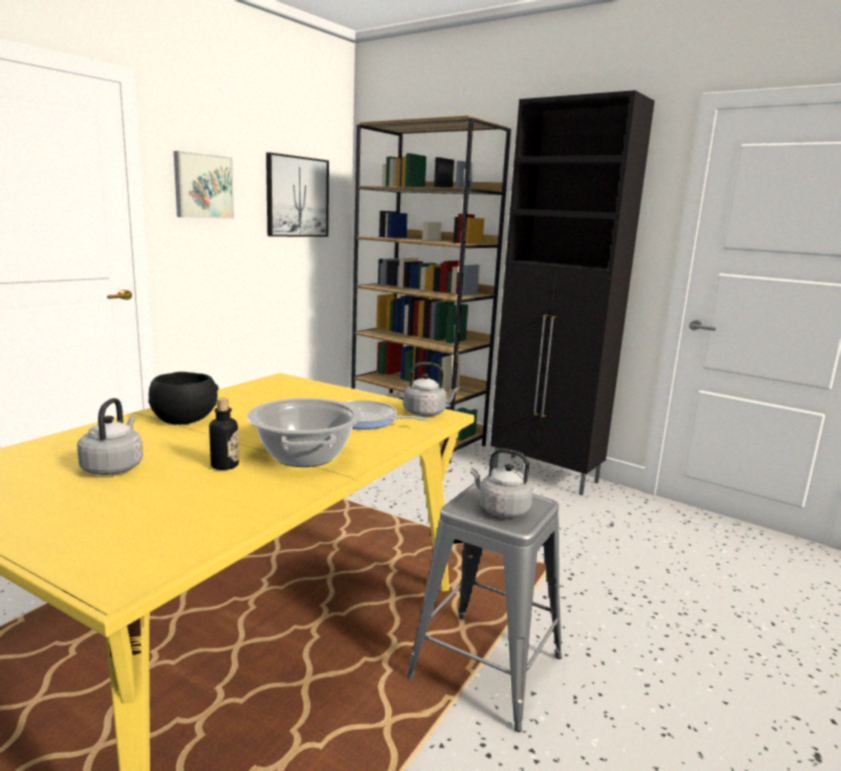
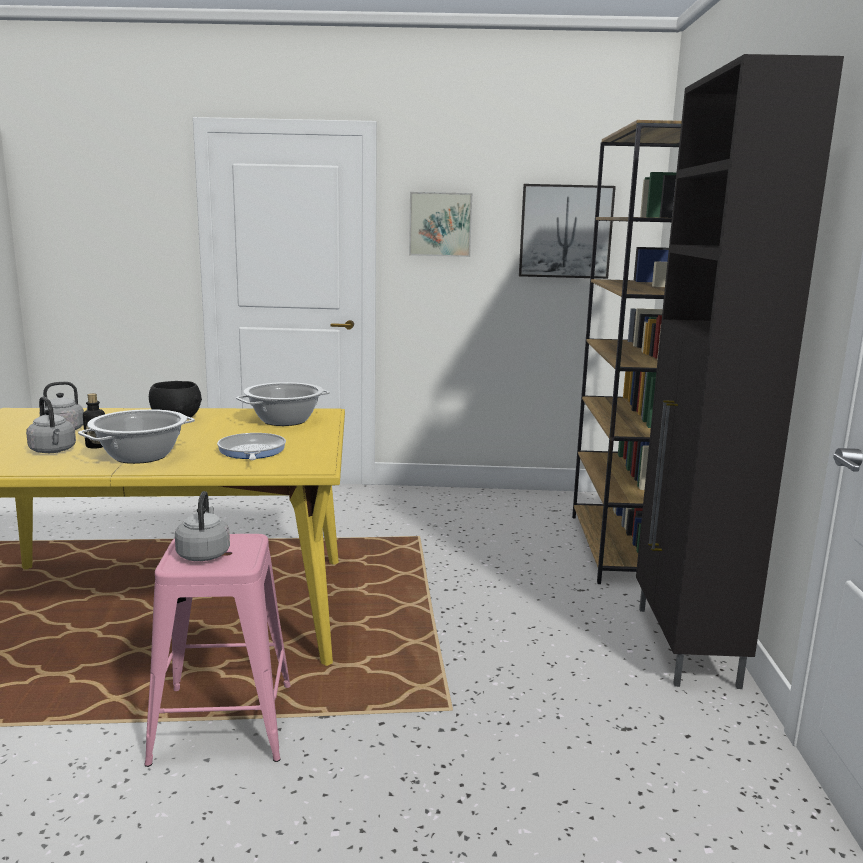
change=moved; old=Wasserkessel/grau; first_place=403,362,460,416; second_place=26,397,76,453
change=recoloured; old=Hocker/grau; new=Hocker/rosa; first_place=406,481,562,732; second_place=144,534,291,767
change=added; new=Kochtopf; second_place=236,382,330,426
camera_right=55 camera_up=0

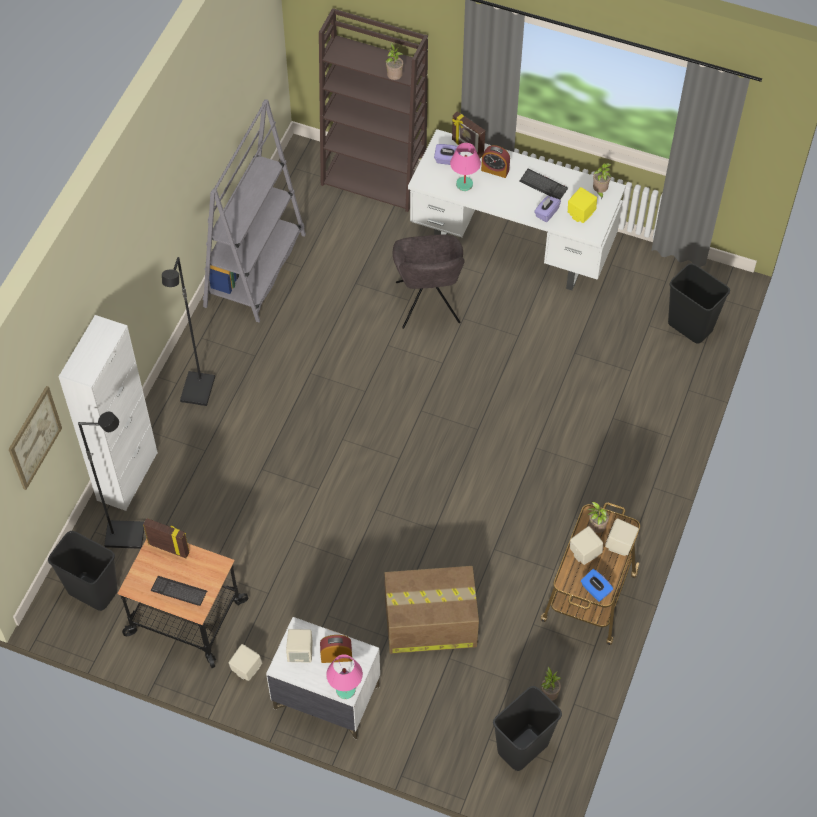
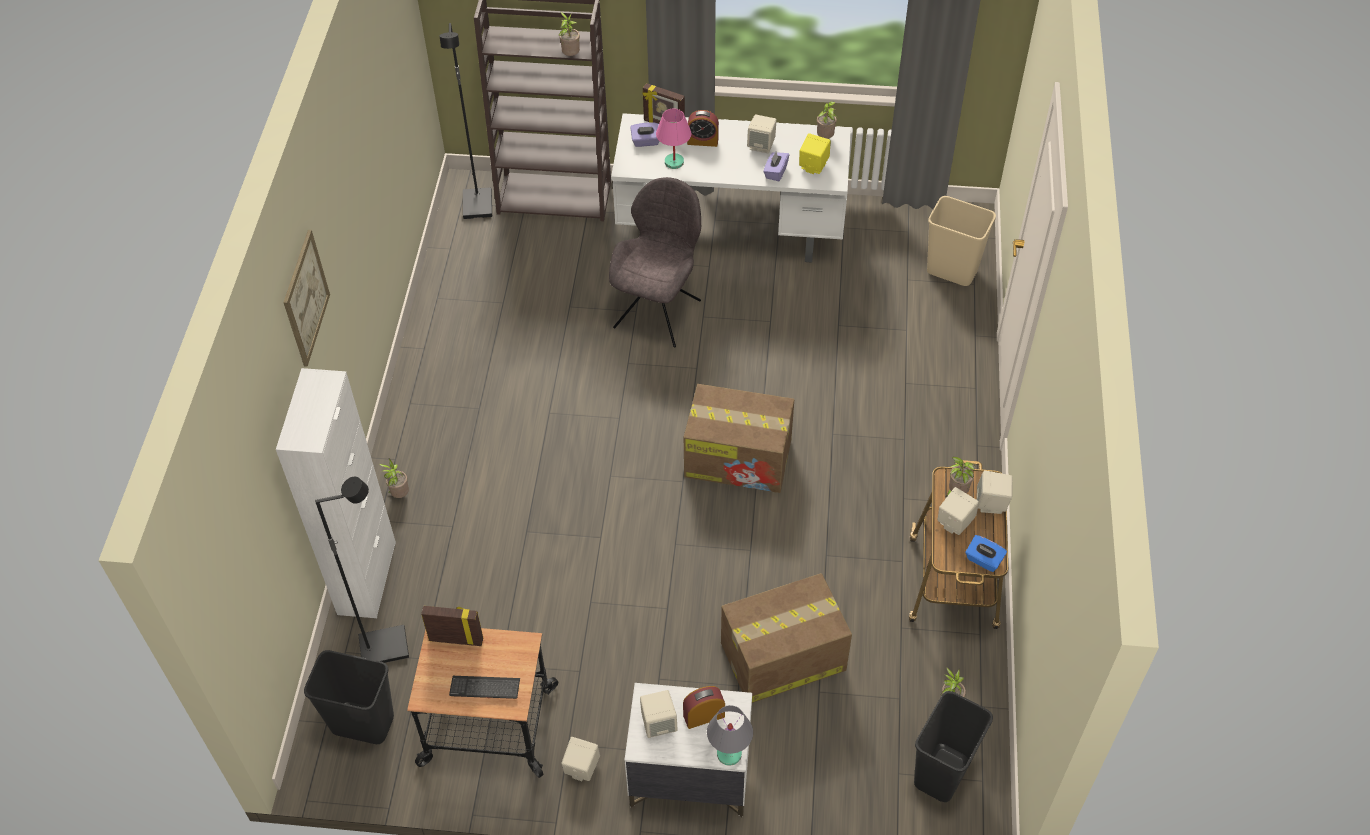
change=moved; old=Bild; first_place=9,386,62,490; second_place=283,230,330,367
change=moved; old=Stehlampe/schwarz; first_place=162,257,215,406; second_place=440,23,492,219
change=removed; old=Bücherregal/grau; first_place=203,99,306,322
change=recoloured; old=Tischlampe/rosa; new=Tischlampe/grau; first_place=326,654,363,699; second_place=707,705,753,766
change=turned; old=Stuhl/grau; first_place=393,235,465,329; second_place=609,177,701,347; degrees=-135
change=replaced; old=Tastatur; new=Lautsprecher/beige; first_place=519,169,568,199; second_place=747,115,777,154
change=recoloured; old=Mülleimer/schwarz; new=Mülleimer/beige; first_place=668,263,730,344; second_place=927,196,996,286
change=added; new=Topfpflanze; second_place=379,459,409,498
change=added; new=Karton; second_place=684,384,794,493
camera_right=-15 camera_up=-5

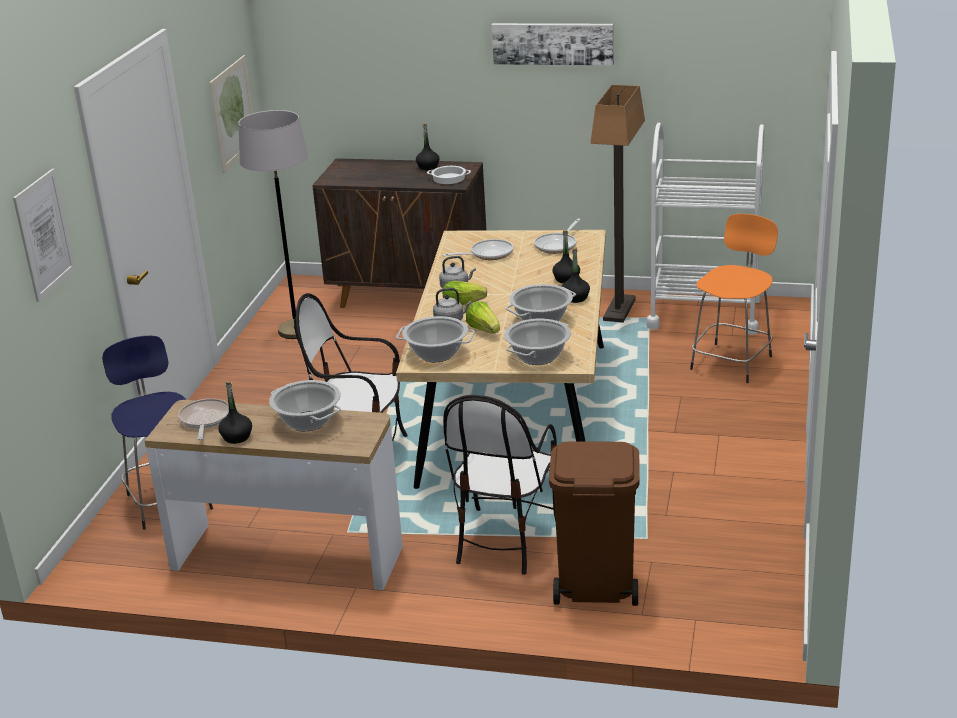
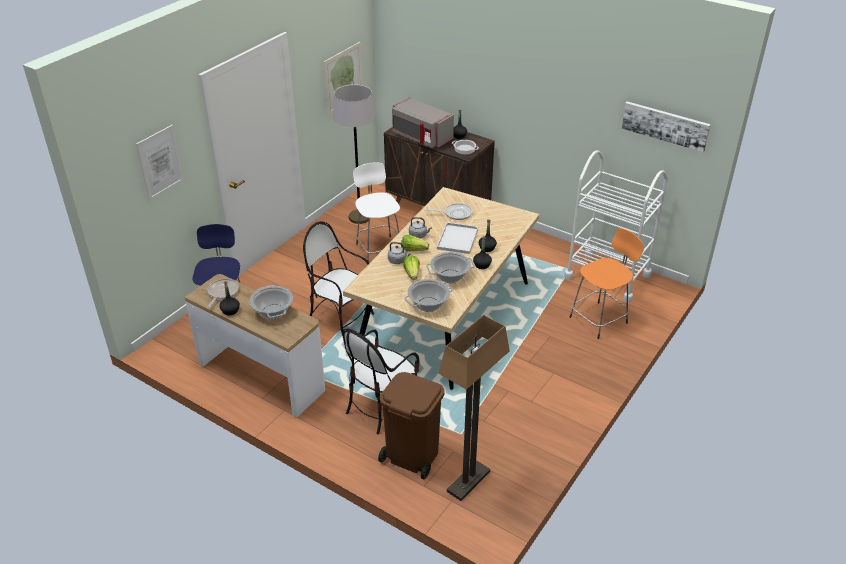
change=removed; old=Kochtopf; first_place=396,316,475,362
change=moved; old=Bild; first_place=492,23,614,66; second_place=622,101,711,152
change=removed; old=Pfanne; first_place=534,219,581,254
change=moved; old=Stehlampe; first_place=590,85,645,323; second_place=439,315,510,501
change=added; new=Hocker/weiß; second_place=353,162,400,262
change=added; new=Mikrowelle/grau; second_place=392,97,454,148
change=added; new=Tablett/weiß; second_place=437,222,478,254
camera_right=20 camera_up=10

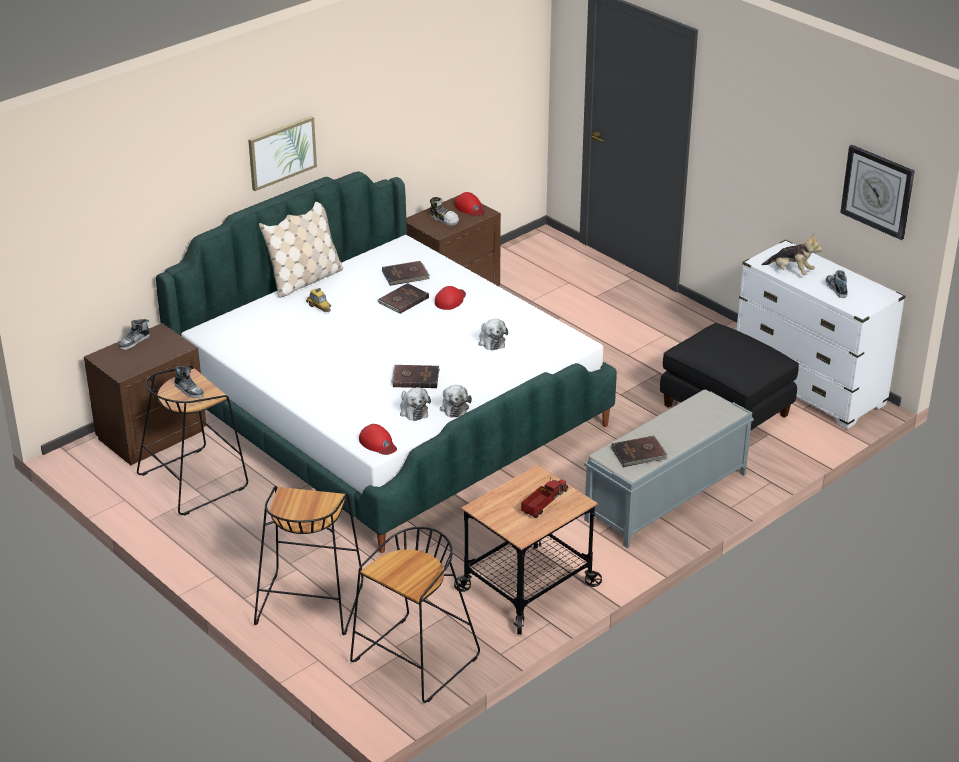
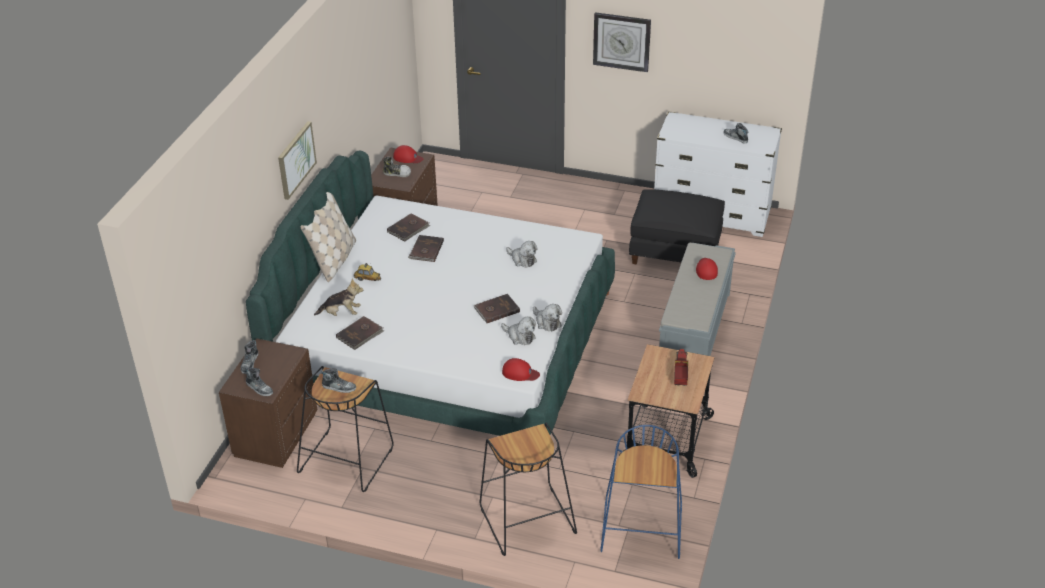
change=recoloured; old=Hocker/schwarz; new=Hocker/blau; first_place=350,527,480,703; second_place=600,425,682,559
change=moved; old=Kappe/rot; first_place=435,286,466,310; second_place=696,258,718,280
change=moved; old=Buch/braun; first_place=611,436,668,467; second_place=336,316,384,350
change=moved; old=Plüschtier; first_place=762,233,822,275; second_place=314,279,363,316
change=moved; old=Wanduhr; first_place=840,145,914,240; second_place=593,12,651,72
change=added; new=Schuh; second_place=245,368,273,396
camera_right=-30 camera_up=5

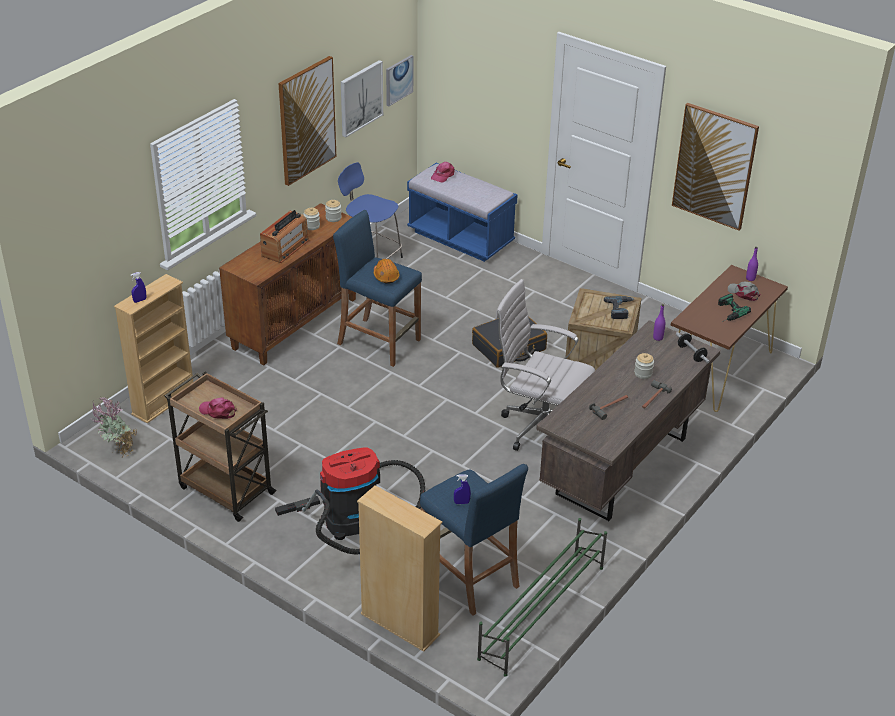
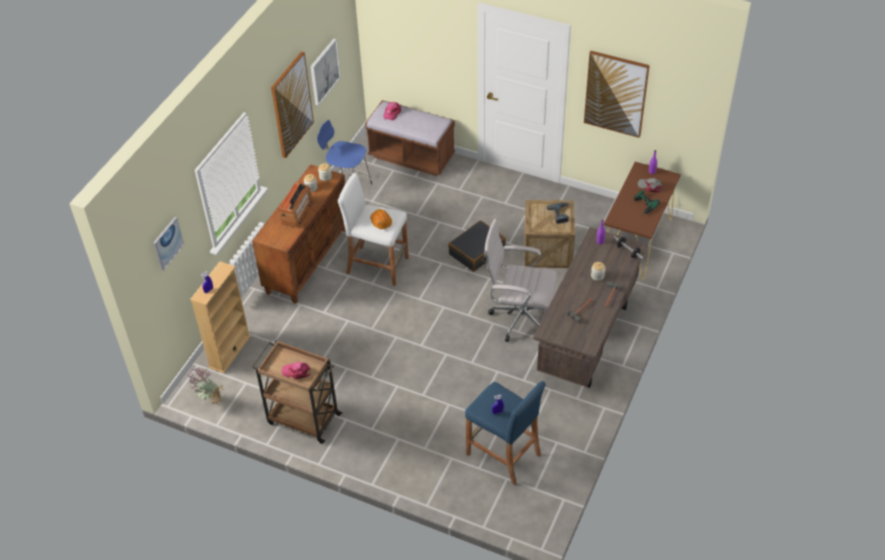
change=removed; old=Staubsauger; first_place=275,448,425,554
change=recoloured; old=Hocker/blau; new=Hocker/weiß; first_place=333,210,422,367; second_place=338,173,409,286
change=removed; old=Bücherregal/beige; first_place=357,485,443,652
change=moved; old=Bild; first_place=386,55,413,106; second_place=153,217,184,271
change=recoloured; old=Bank/blau; new=Bank/braun; first_place=407,163,518,262; second_place=365,100,455,176
change=removed; old=Schuhregal/grün; first_place=477,518,607,677
camera_right=-10 camera_up=10

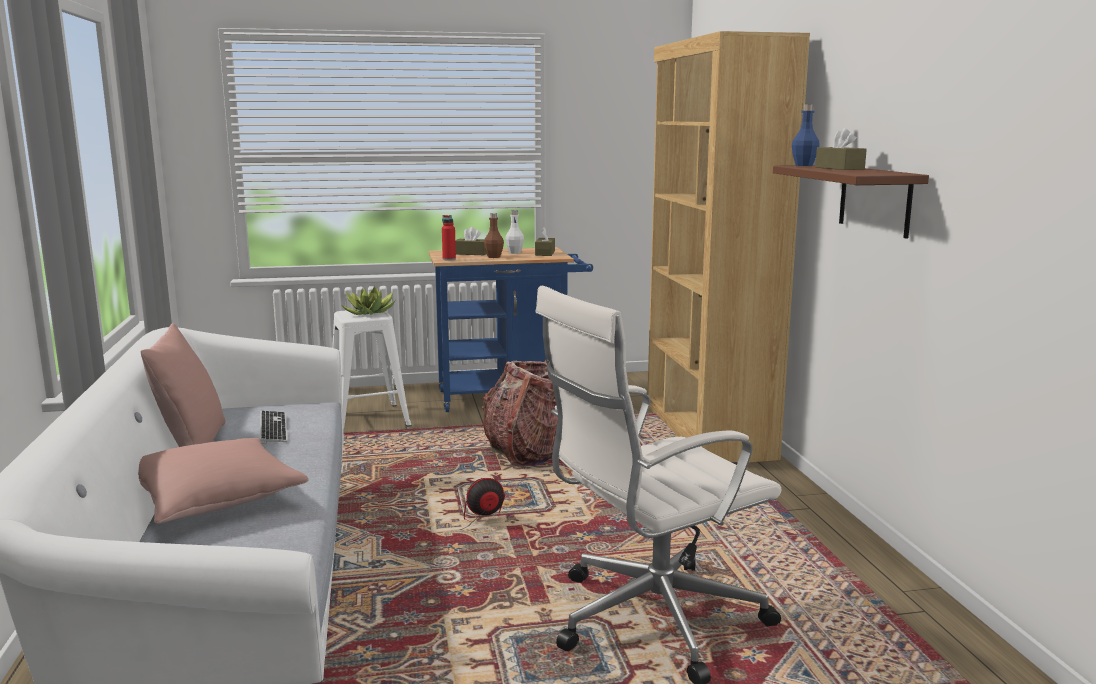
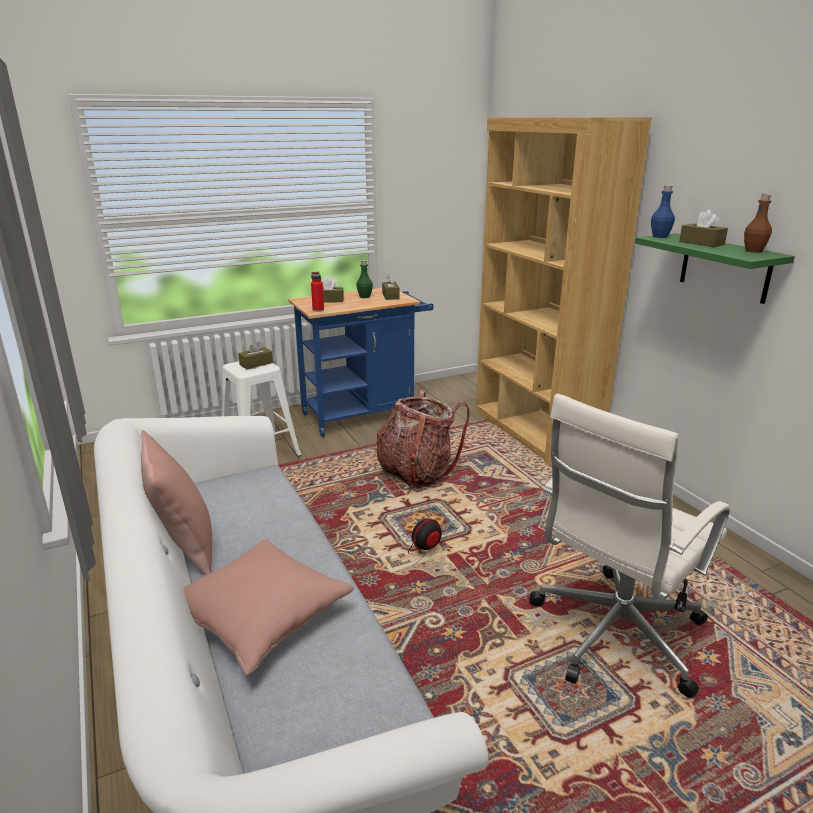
change=removed; old=Tastatur; first_place=259,411,288,444
change=replaced; old=Topfpflanze; new=Taschentuchbox/braun; first_place=341,286,396,315; second_place=238,340,273,369
change=moved; old=Flasche/braun; first_place=484,213,504,258; second_place=744,194,772,253
change=recoloured; old=Flasche/weiß; new=Flasche/grün; first_place=505,210,524,254; second_place=356,260,373,298
change=recoloured; old=Wandregal/braun; new=Wandregal/grün; first_place=773,165,929,239; second_place=634,233,795,304
camera_right=-15 camera_up=10

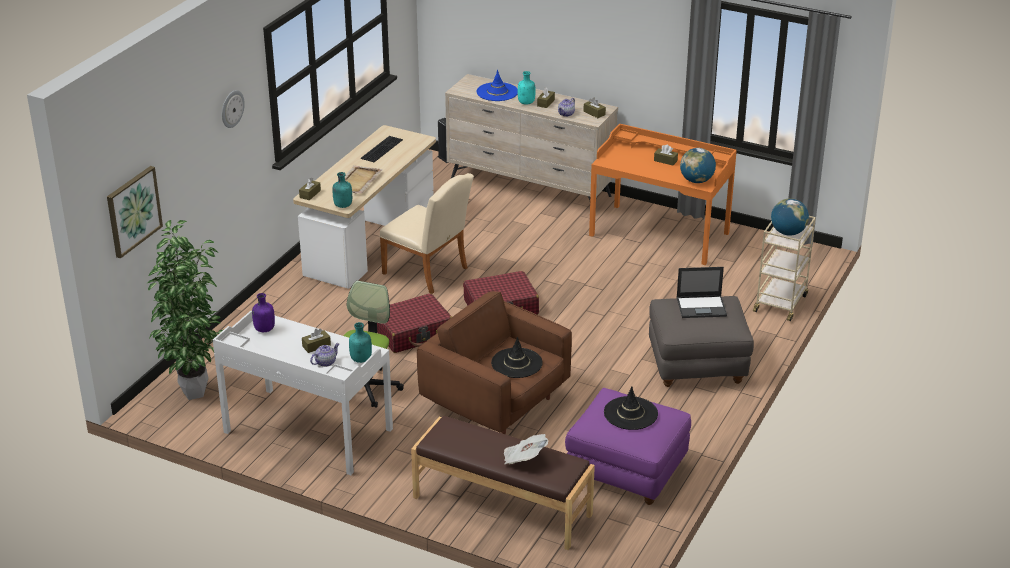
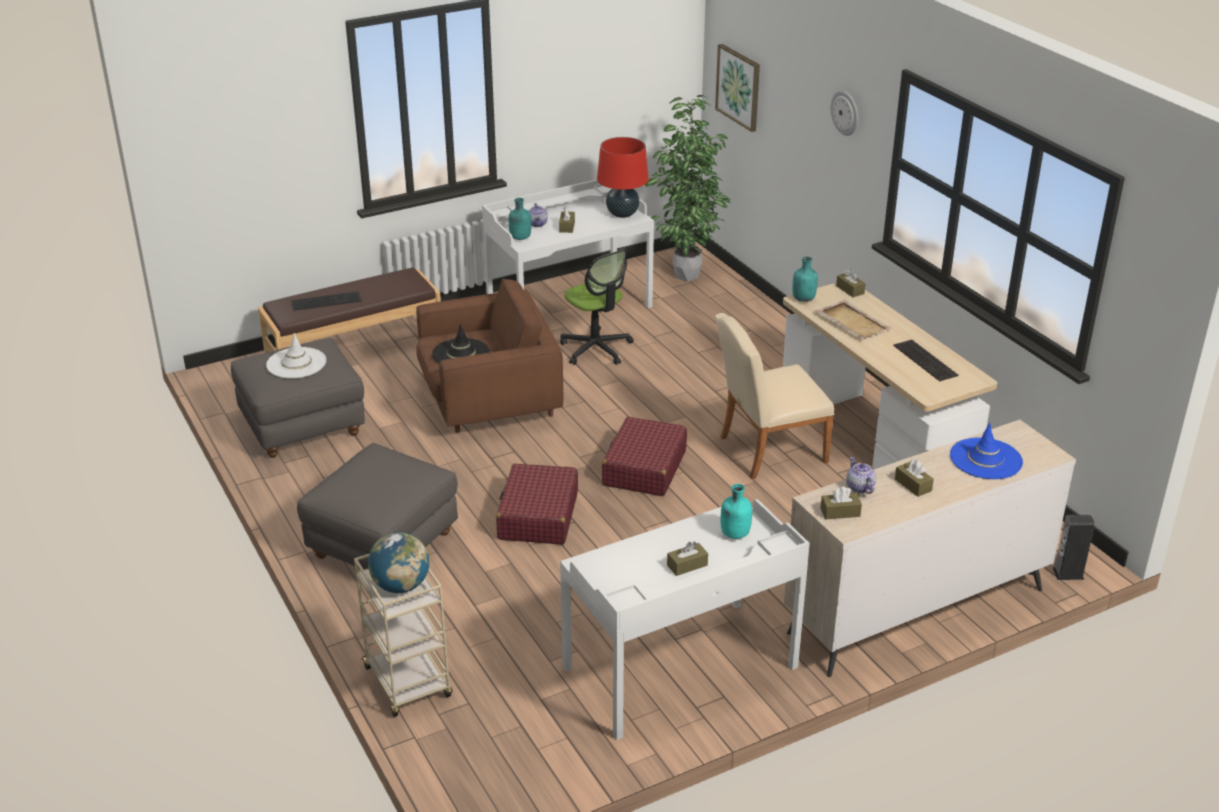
change=replaced; old=Flasche/lila; new=Tischlampe/rot; first_place=252,293,275,332; second_place=597,137,649,218
change=moved; old=Koffer/rot; first_place=377,293,452,353; second_place=496,463,578,545
change=replaced; old=Zeitung; new=Tastatur; first_place=504,434,548,464; second_place=291,291,362,311
change=moved; old=Flasche/türkis; first_place=518,71,535,105; second_place=721,484,752,539
change=recoloured; old=Polsterhocker/lila; new=Polsterhocker/grau; first_place=565,388,691,505; second_place=231,338,365,458
change=recoloured; old=Schreibtisch/orange; new=Schreibtisch/weiß; first_place=589,124,737,265; second_place=560,499,810,740
change=recoloured; old=Hut/schwarz; new=Hut/weiß; first_place=604,386,658,430; second_place=266,333,326,379
change=removed; old=Laptop; first_place=676,267,727,318
change=removed; old=Globus; first_place=680,148,716,183
camera_right=125 camera_up=0

